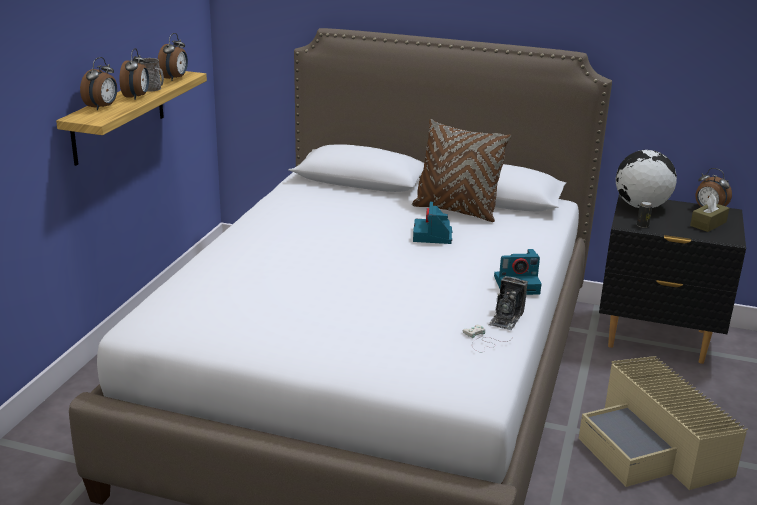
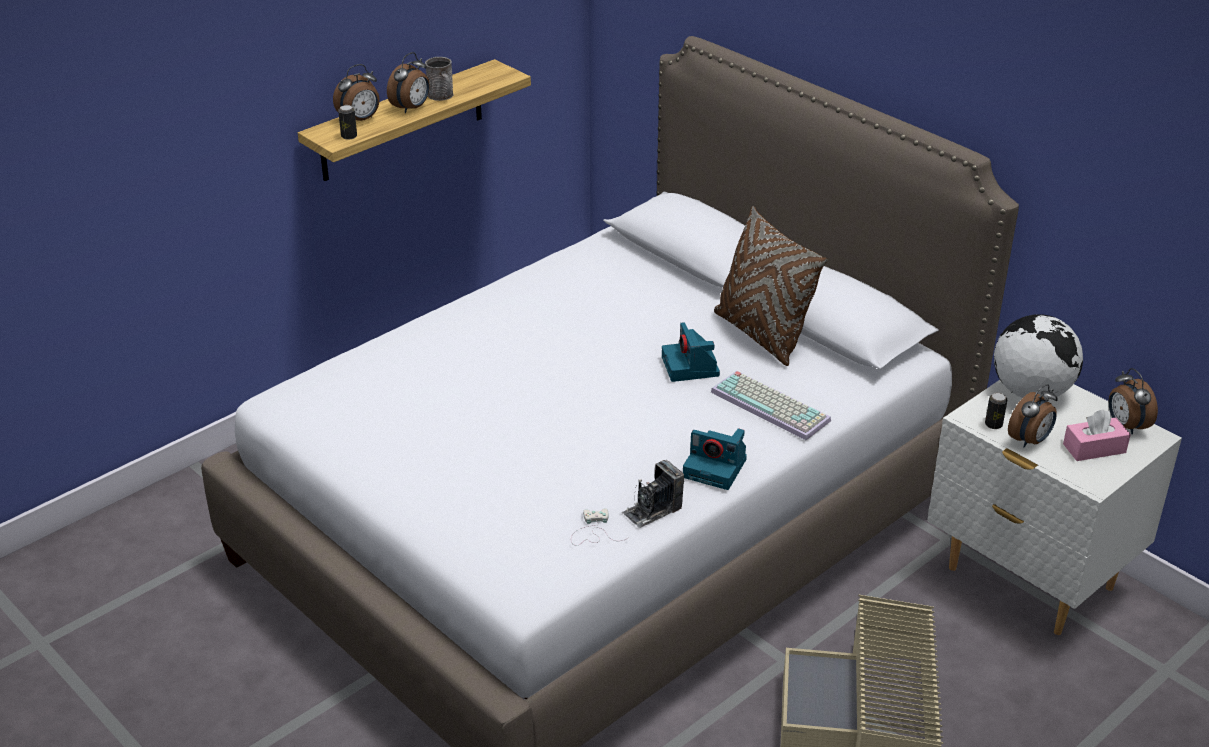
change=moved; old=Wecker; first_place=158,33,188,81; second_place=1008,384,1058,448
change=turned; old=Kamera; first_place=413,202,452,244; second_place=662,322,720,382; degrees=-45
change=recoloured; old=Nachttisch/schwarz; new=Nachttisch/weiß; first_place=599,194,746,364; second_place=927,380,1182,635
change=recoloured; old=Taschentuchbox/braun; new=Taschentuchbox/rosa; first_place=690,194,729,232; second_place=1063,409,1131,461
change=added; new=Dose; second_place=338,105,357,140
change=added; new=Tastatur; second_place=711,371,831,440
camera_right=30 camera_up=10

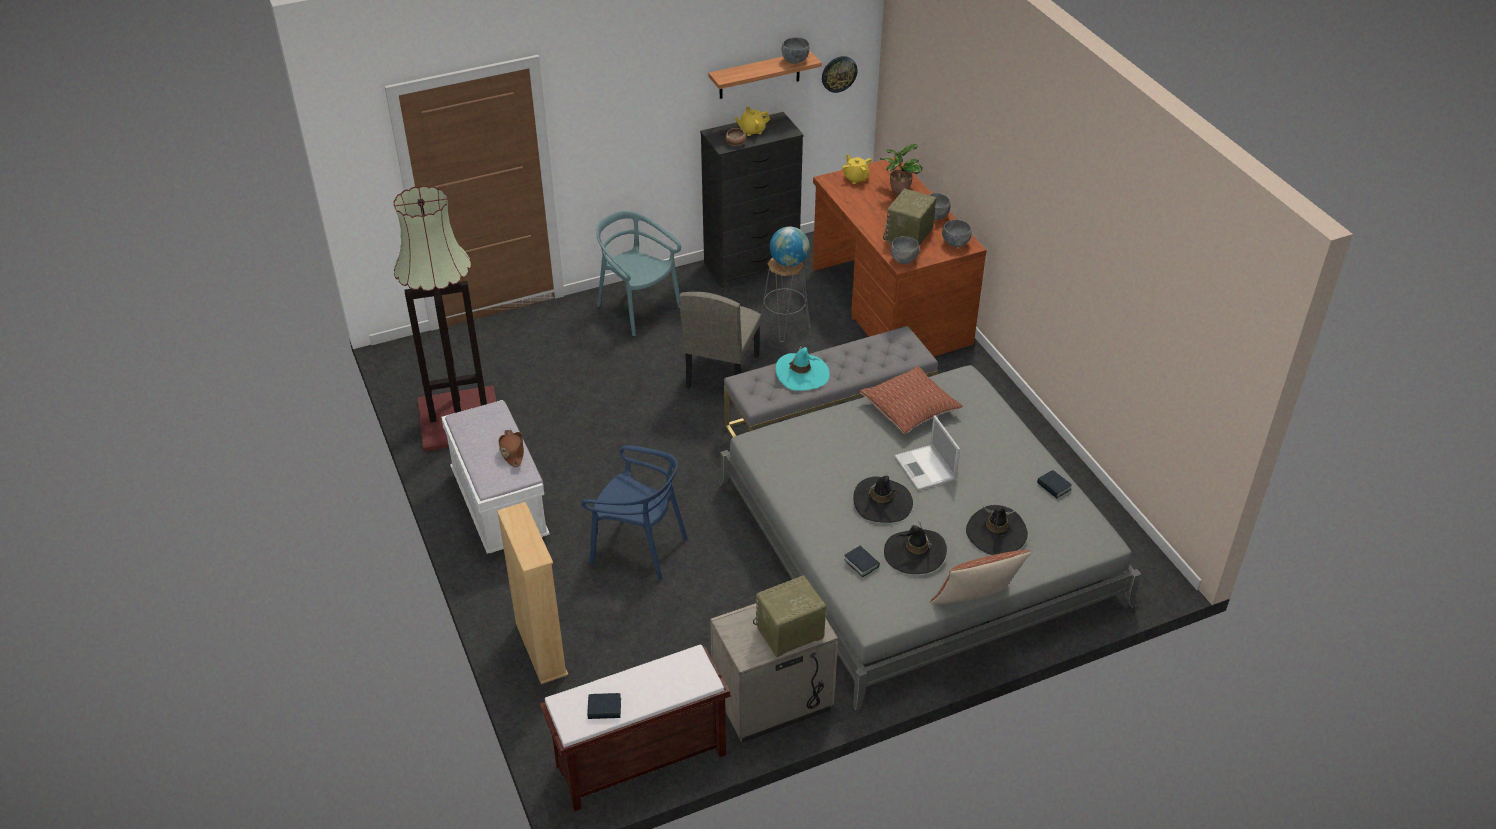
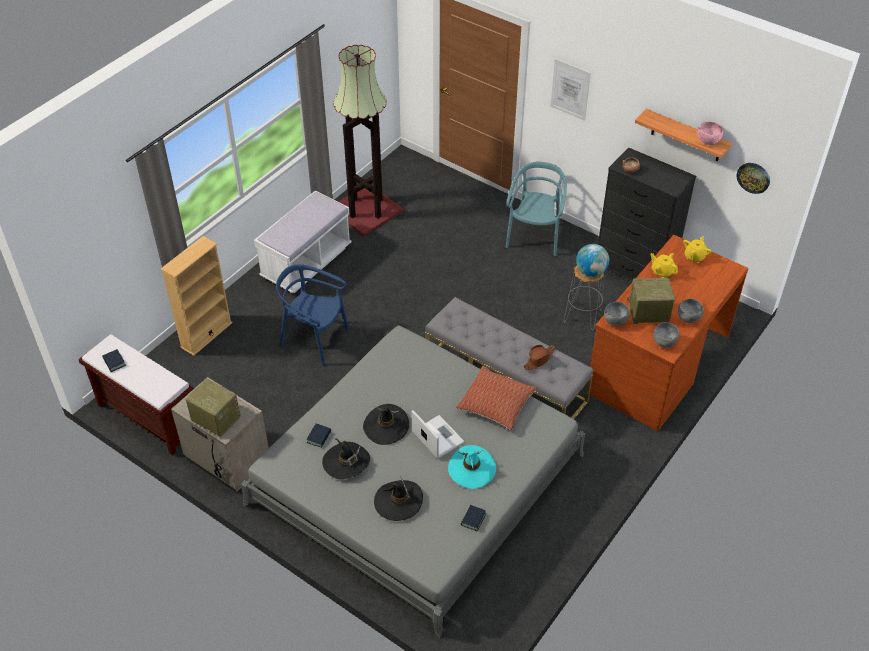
change=moved; old=Hut/braun; first_place=499,430,524,467; second_place=523,345,555,370
change=turned; old=Stuhl/blau; first_place=582,445,688,580; second_place=276,264,349,366; degrees=120
change=removed; old=Stuhl/beige; first_place=679,292,761,388
change=moved; old=Teekanne/gelb; first_place=735,107,770,136; second_place=650,253,678,278
change=moved; old=Hut/türkis; first_place=776,346,830,391; second_place=448,445,496,489
change=recoloured; old=Schüssel/grau; new=Schüssel/rosa; first_place=782,38,810,64; second_place=697,122,723,145
change=removed; old=Topfpflanze; first_place=880,144,923,195
change=turned; old=Laptop; first_place=894,415,960,491; second_place=411,410,465,458; degrees=105
change=removed; old=Kissen; first_place=931,550,1031,604
change=added; new=Bild; second_place=550,58,591,121
camera_right=60 camera_up=5

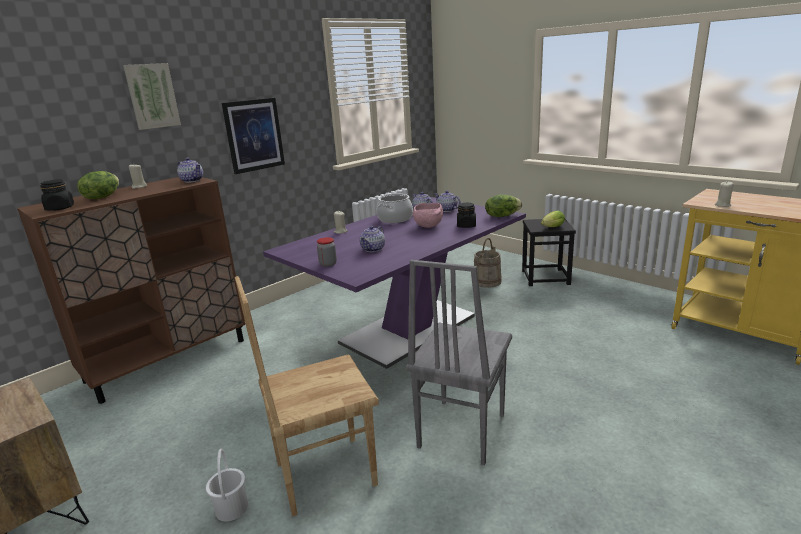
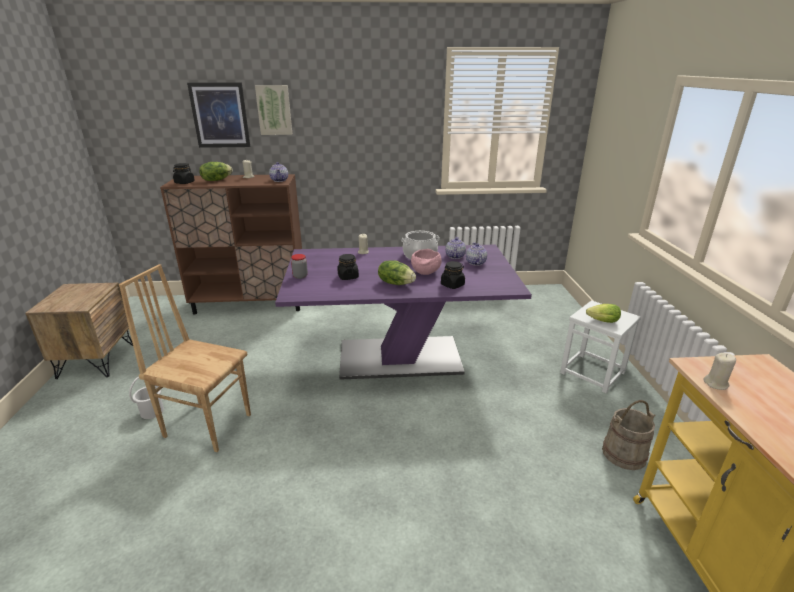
change=moved; old=Bild; first_place=222,98,285,174; second_place=187,82,250,148
change=replaced; old=Teekanne; new=Vorratsglas/schwarz; first_place=360,226,385,252; second_place=337,254,359,280
change=removed; old=Stuhl/grau; first_place=406,260,512,465
change=moved; old=Eimer/beige; first_place=474,238,502,288; second_place=602,400,655,470
change=moved; old=Salatkopf; first_place=485,195,522,217; second_place=378,260,416,285
change=recoloured; old=Hocker/schwarz; new=Hocker/weiß; first_place=522,219,576,286; second_place=560,300,641,393
camera_right=40 camera_up=5

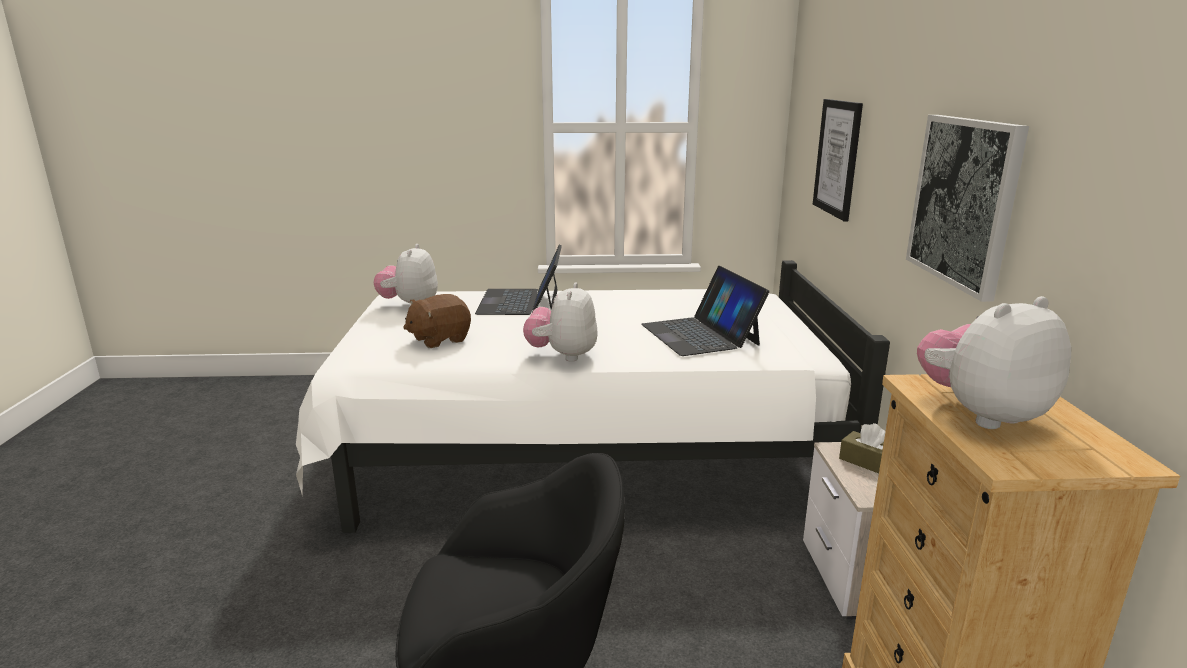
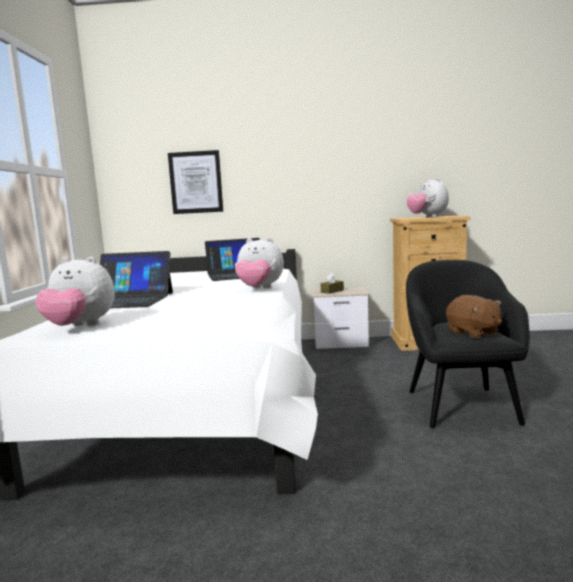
change=moved; old=Plüschtier/braun; first_place=403,294,471,348; second_place=446,295,502,338
change=removed; old=Bild; first_place=906,115,1029,302
camera_right=-85 camera_up=-10

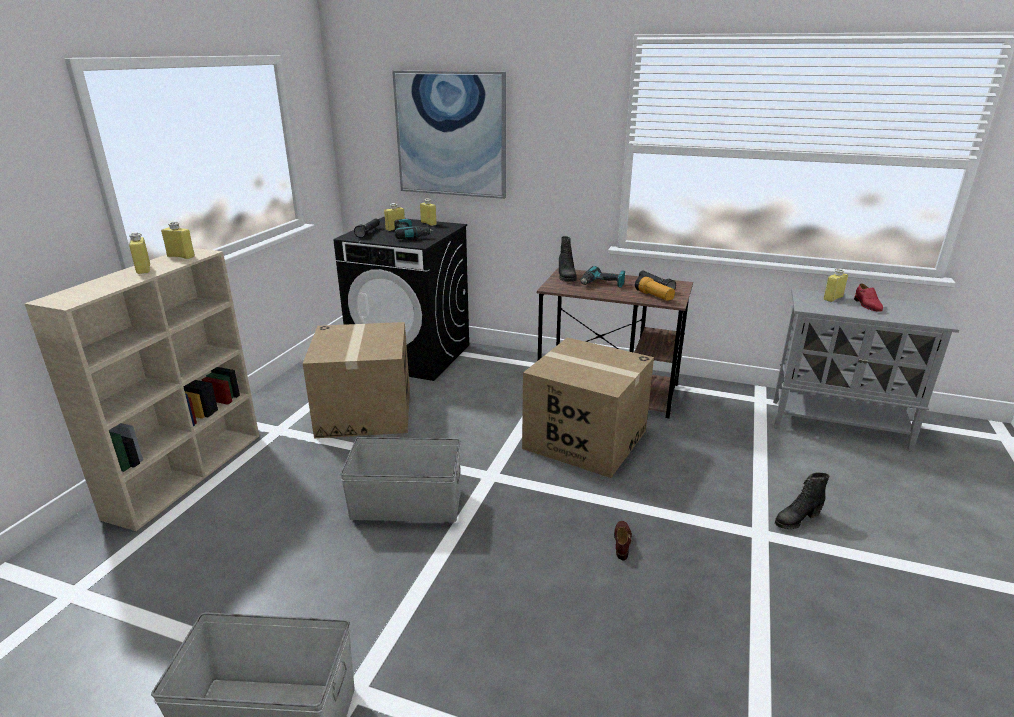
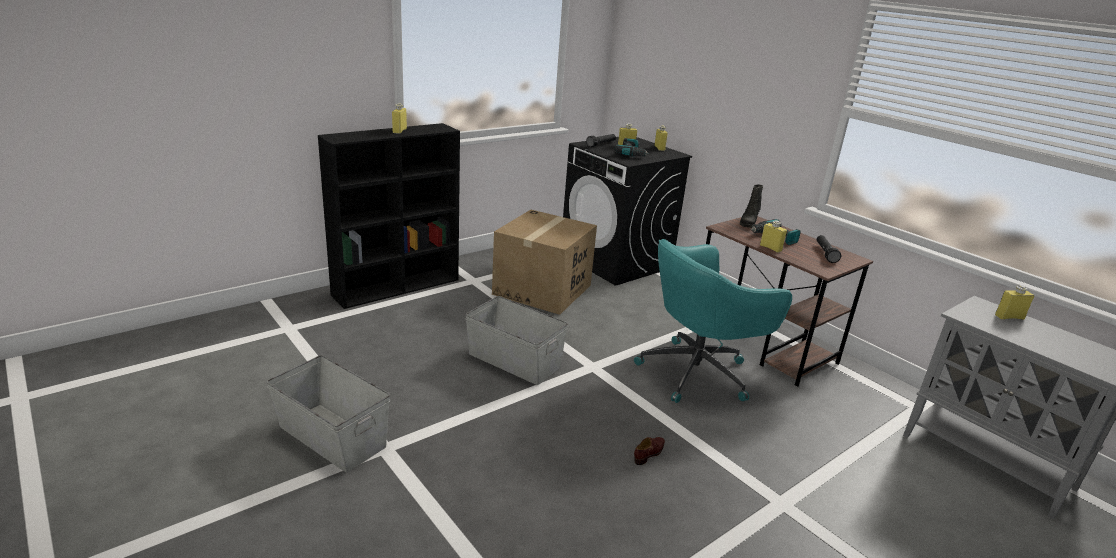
change=recoloured; old=Bücherregal/beige; new=Bücherregal/schwarz; first_place=24,248,259,531; second_place=318,123,460,309
change=moved; old=Flasche/gelb; first_place=161,221,195,259; second_place=760,220,787,253
change=removed; old=Bild; first_place=392,71,506,199
change=replaced; old=Karton; new=Bürostuhl/türkis; first_place=522,337,654,478; second_place=634,239,792,403
change=removed; old=Taschenlampe; first_place=635,275,675,301
change=removed; old=Stiefel/schwarz; first_place=775,473,830,529
change=removed; old=Schuh/rot; first_place=854,283,883,312
camera_right=30 camera_up=0

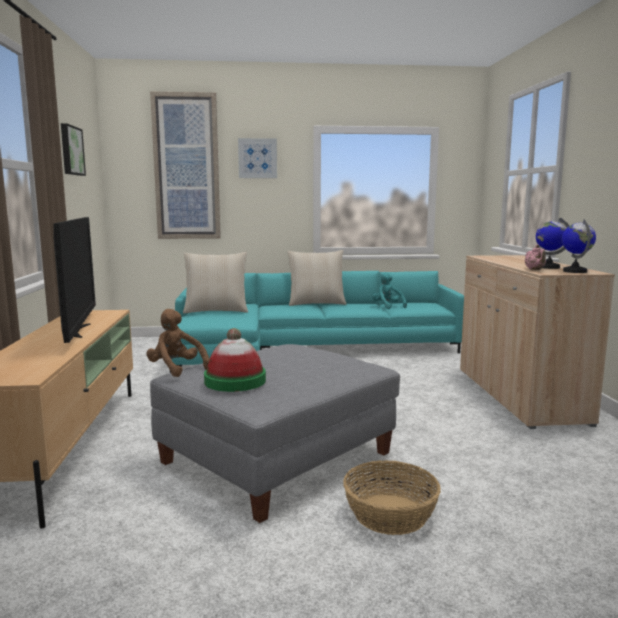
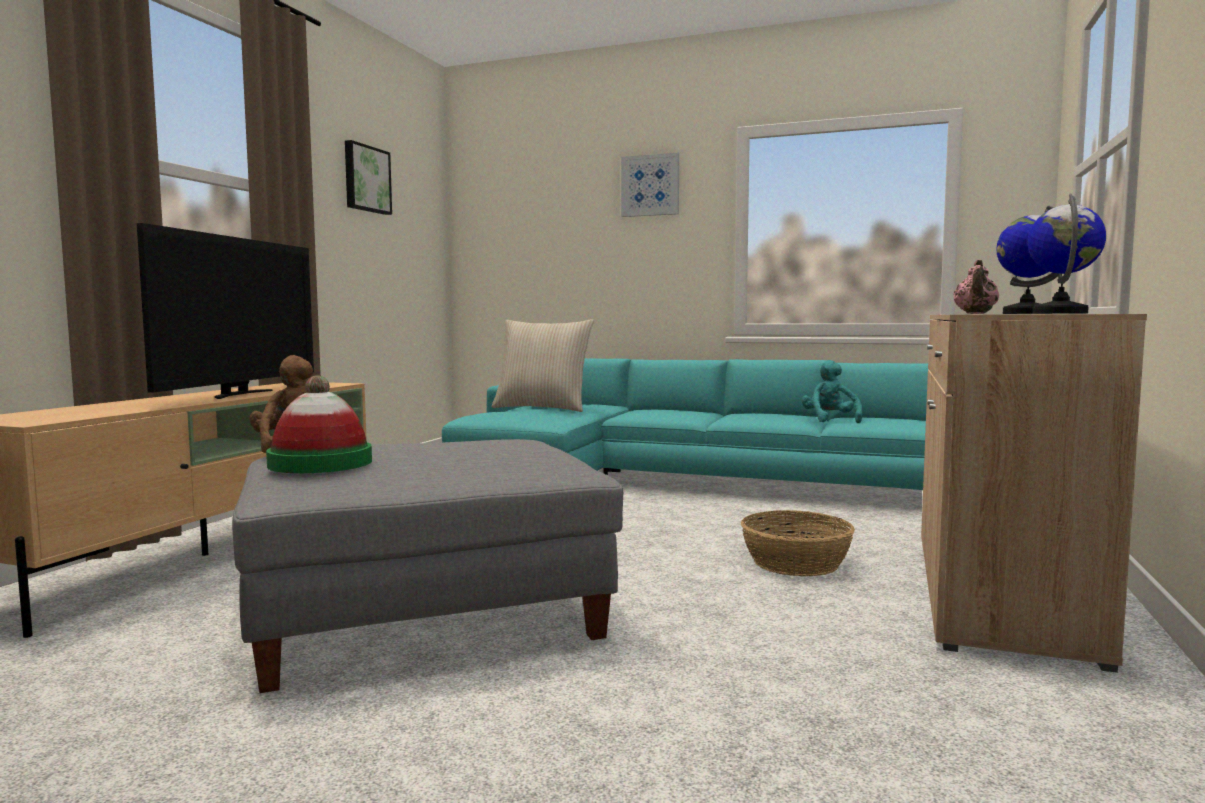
change=removed; old=Bild; first_place=150,91,221,239
change=removed; old=Kissen/beige; first_place=287,250,347,306
change=moved; old=Korb; first_place=343,460,441,535; second_place=741,510,855,576
camera_right=25 camera_up=-5

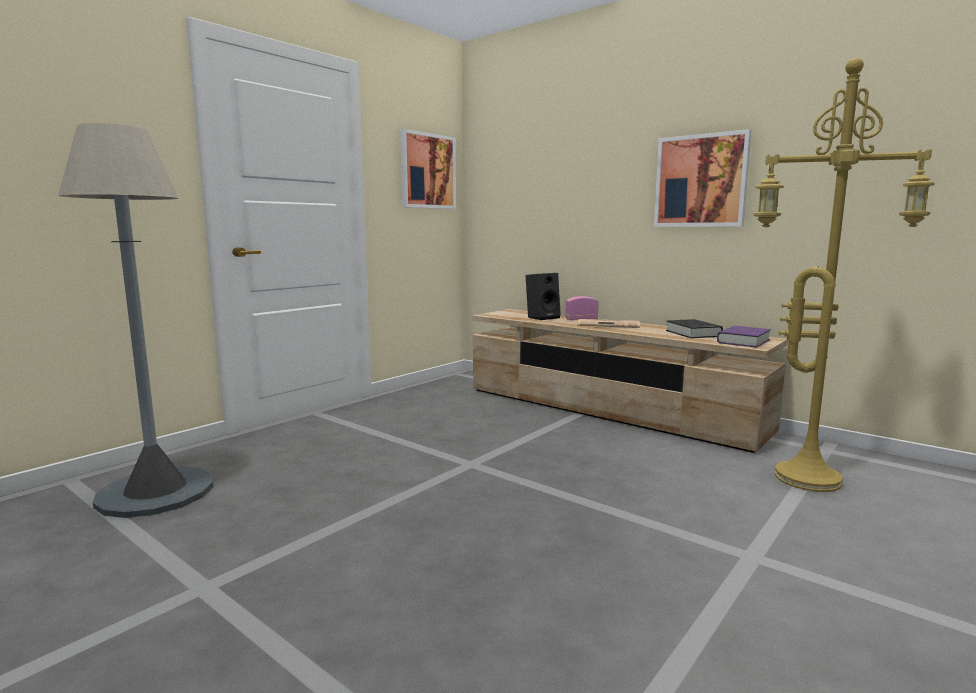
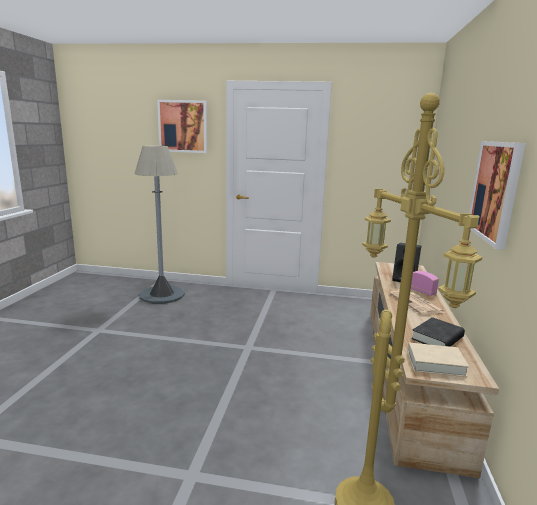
change=moved; old=Bild; first_place=400,129,456,209; second_place=157,100,207,153
change=recoloured; old=Buch/lila; new=Buch/beige; first_place=717,326,771,348; second_place=408,343,469,377
camera_right=60 camera_up=5

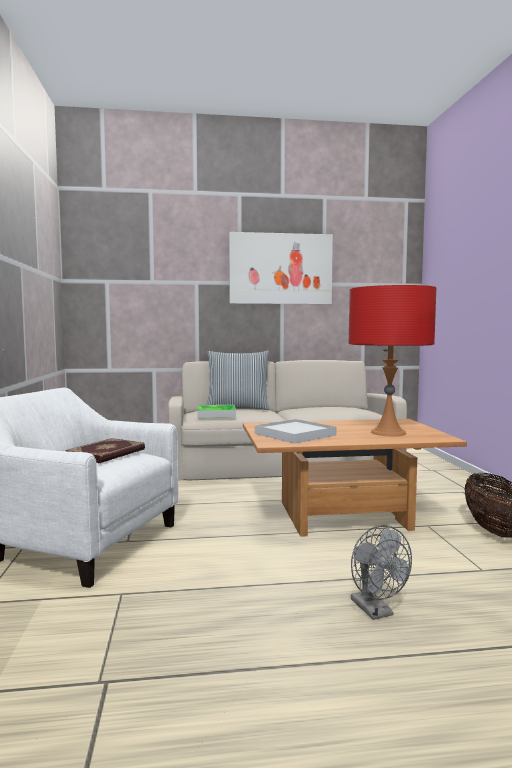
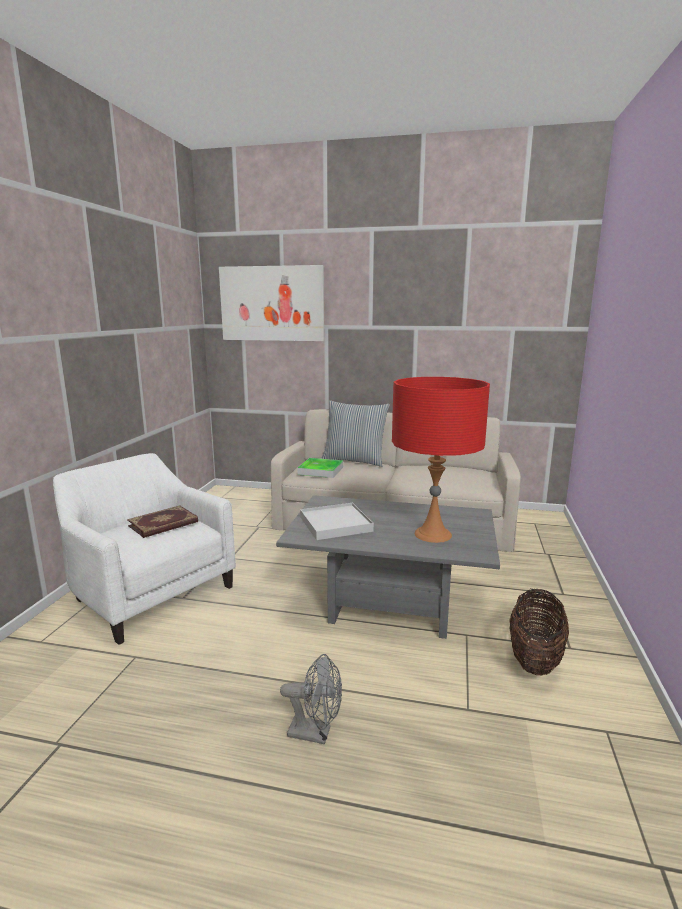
change=moved; old=Bild; first_place=229,232,333,304; second_place=219,265,324,341
change=recoloured; old=Couchtisch/braun; new=Couchtisch/grau; first_place=243,419,467,537; second_place=276,495,500,639
change=turned; old=Ventilator/grau; first_place=351,525,412,620; second_place=280,654,342,744; degrees=-75
camera_right=20 camera_up=10

